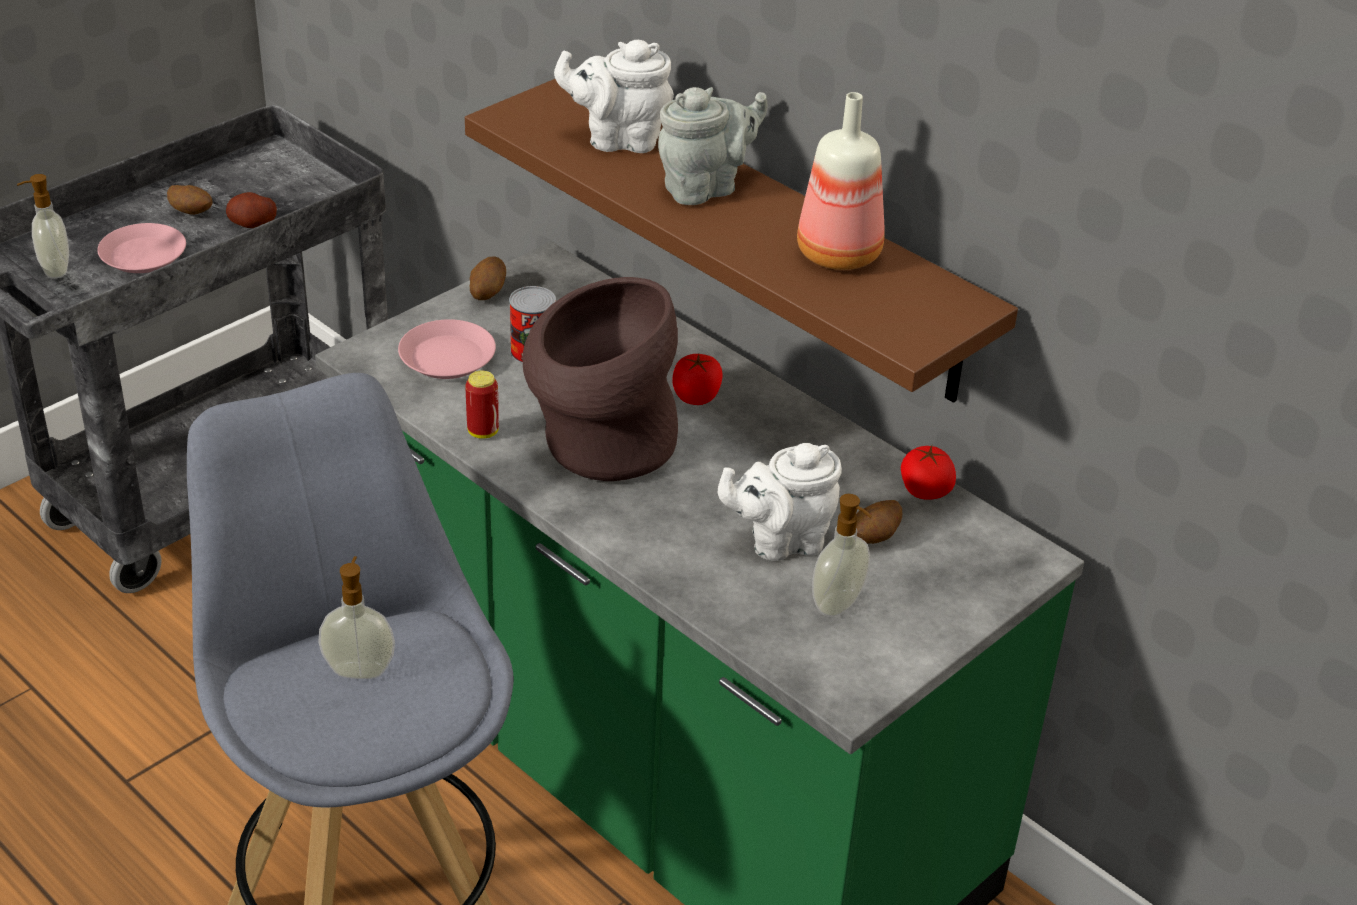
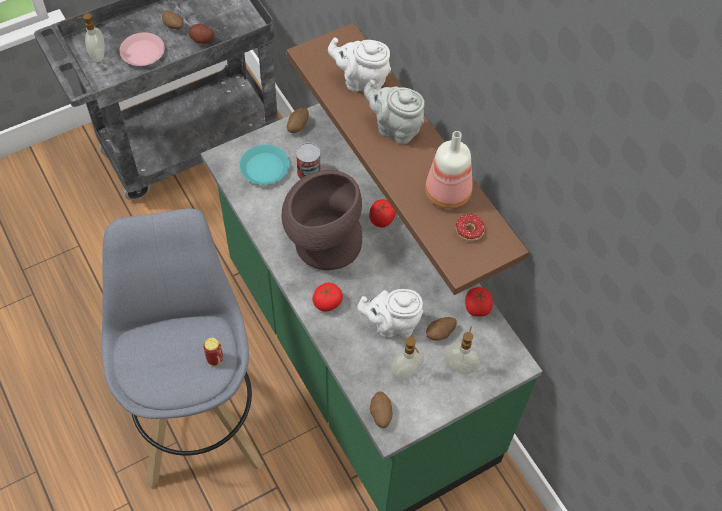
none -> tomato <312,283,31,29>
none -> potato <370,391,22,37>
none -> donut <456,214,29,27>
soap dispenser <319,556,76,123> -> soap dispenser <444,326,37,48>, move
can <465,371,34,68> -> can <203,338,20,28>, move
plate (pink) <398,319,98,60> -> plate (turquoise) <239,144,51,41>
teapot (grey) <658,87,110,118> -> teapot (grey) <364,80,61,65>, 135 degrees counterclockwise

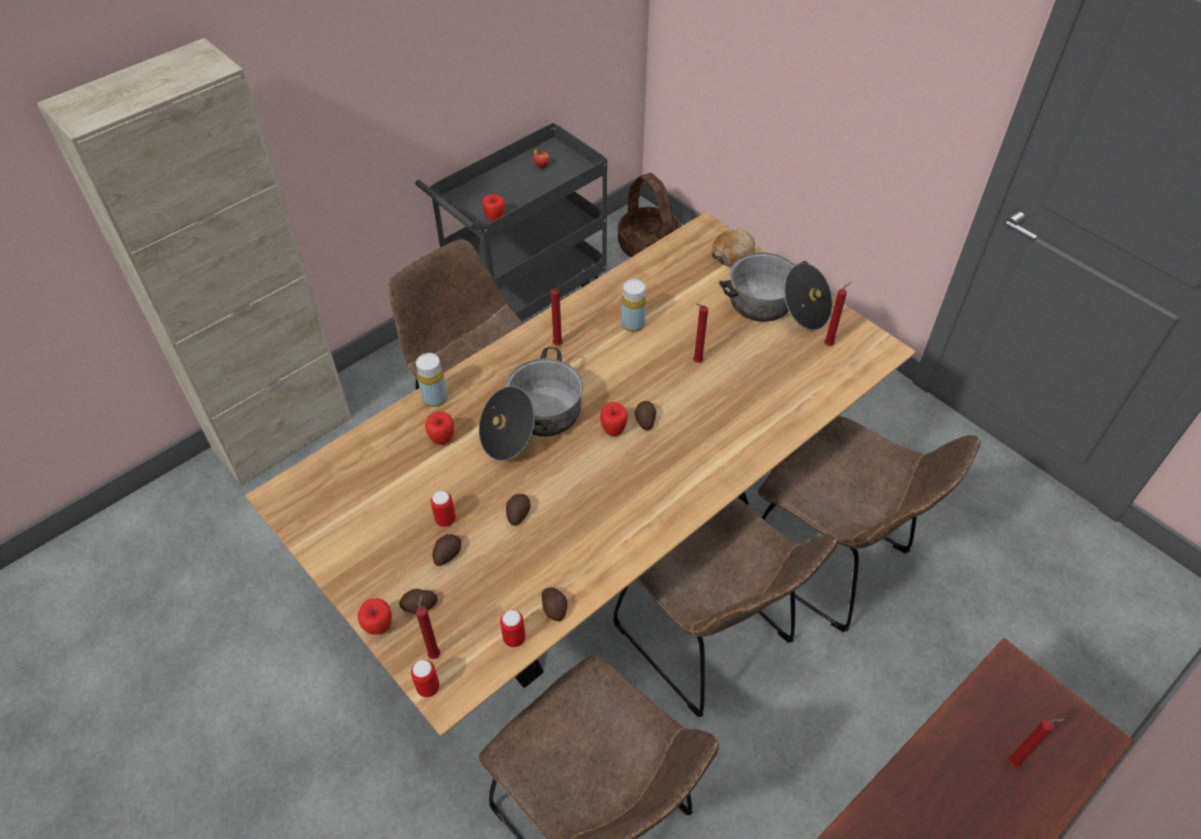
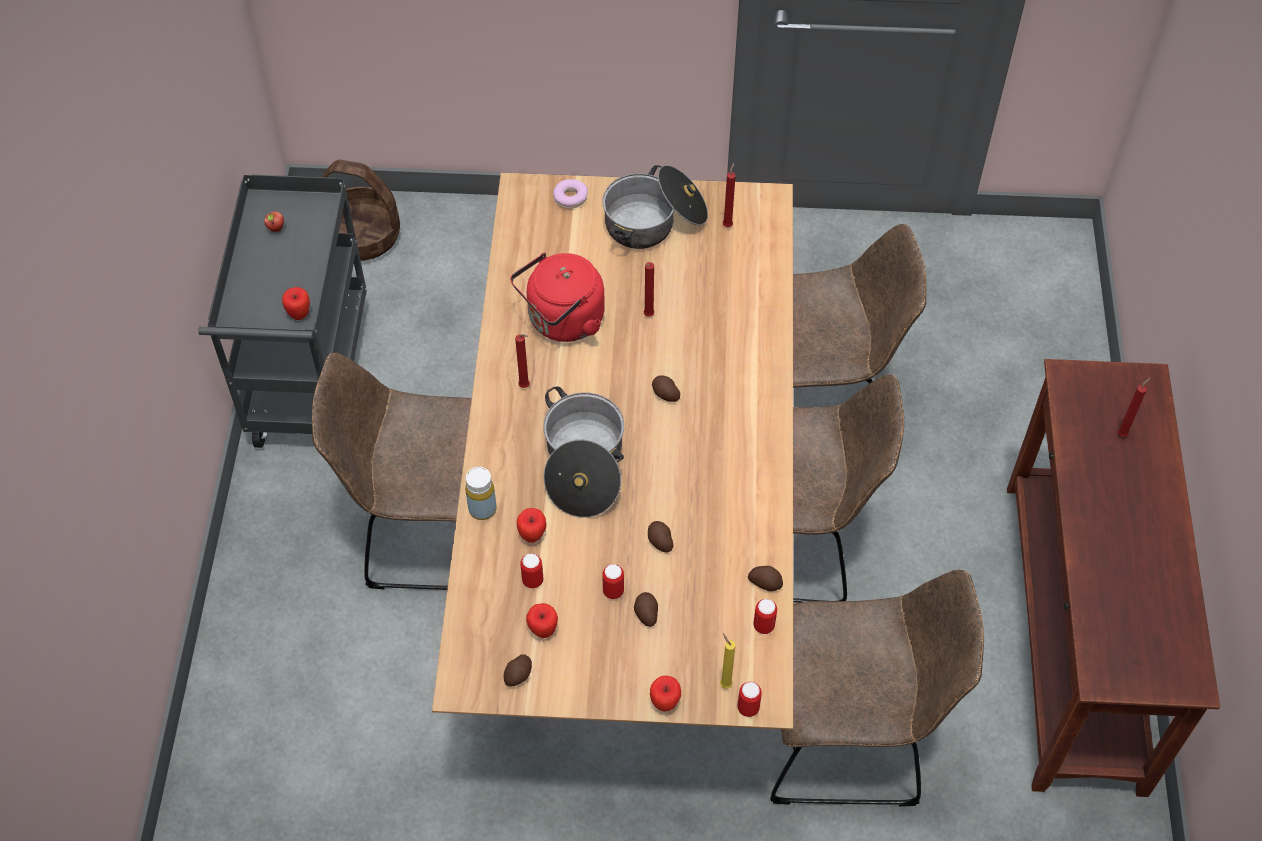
cabinet (beige) <37,38,315,448> -> none
none -> can <520,554,23,34>
potato <399,589,39,25> -> potato <504,654,28,33>, move
apple <600,402,28,35> -> apple <526,603,32,35>, move
bottle (yellow) <621,279,25,53> -> kettle (red) <510,253,95,89>
bread <712,229,43,38> -> donut <553,179,35,30>
candle (red) <416,595,24,64> -> candle (yellow) <720,633,16,56>

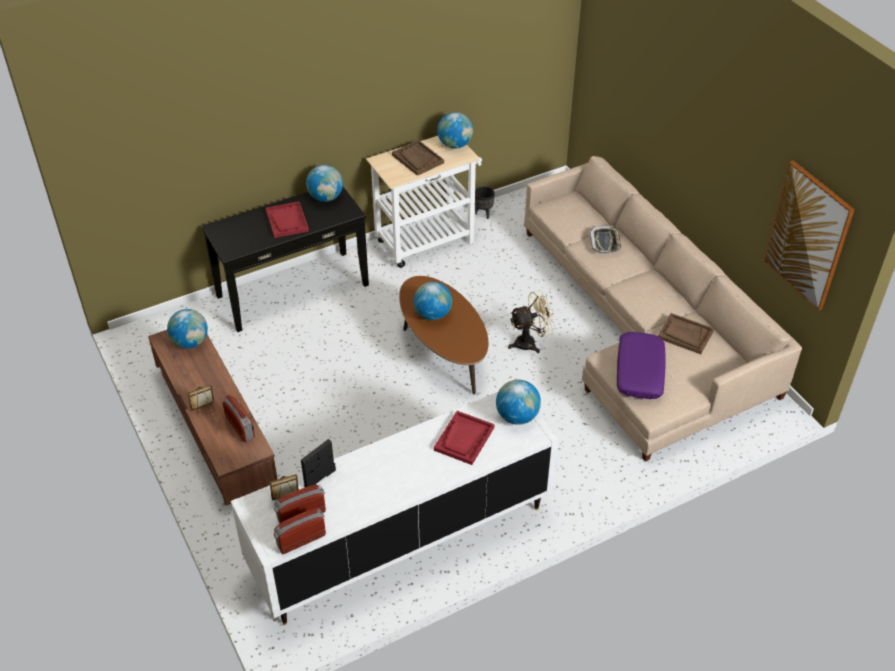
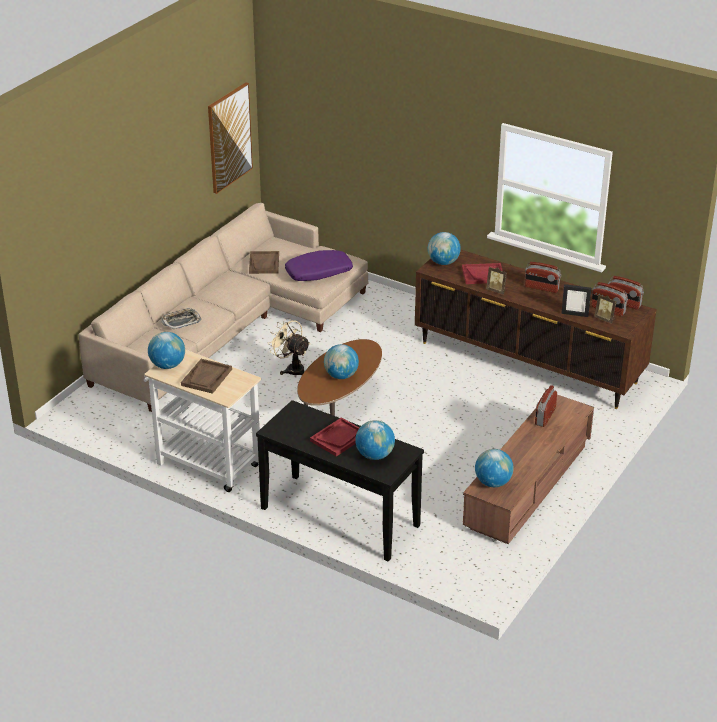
planter (black) <475,186,20,33> -> none
none -> radio <525,262,36,31>
picture frame <188,385,27,32> -> picture frame <486,267,21,28>, move
globe <306,165,37,37> -> globe <355,420,40,40>, move
cabinet (white) <231,392,327,233> -> cabinet (brown) <415,250,242,159>

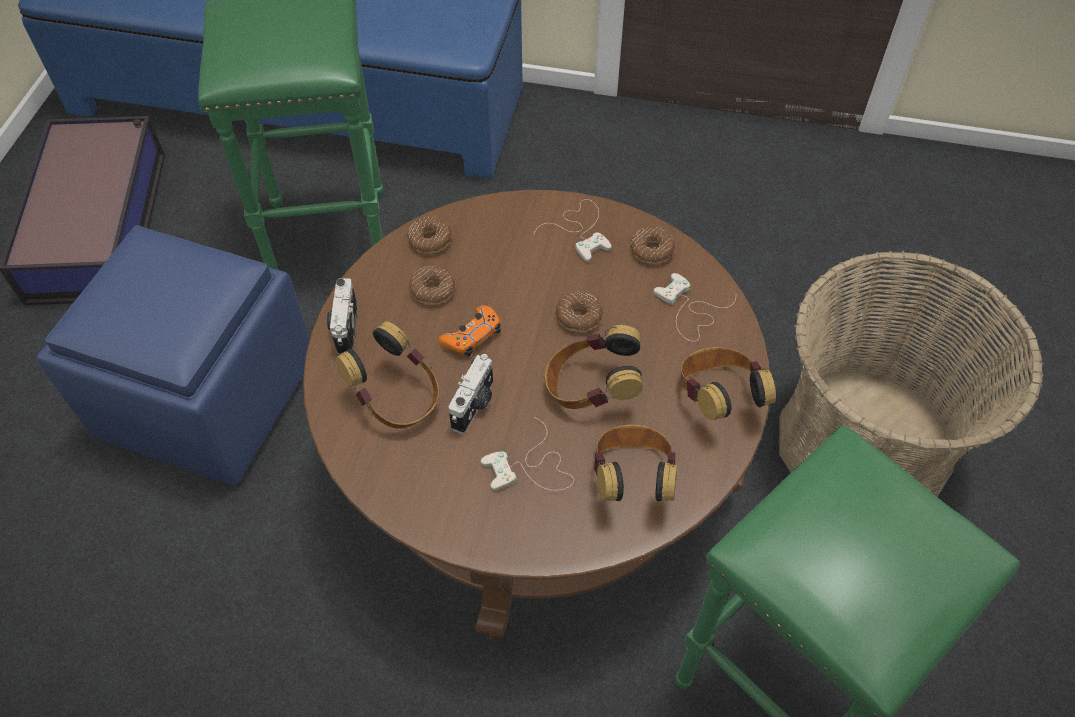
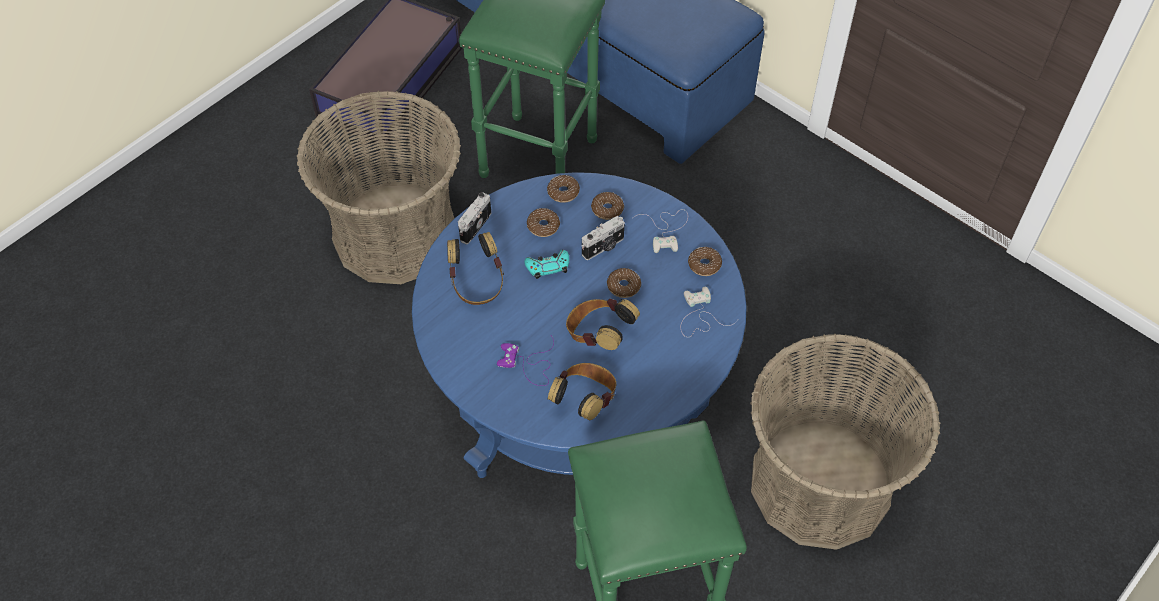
headphones <681,347,95,73> -> none
none -> donut <591,192,33,28>
photo camera <448,354,45,80> -> photo camera <582,216,43,44>, move
ottoman (blue) <36,225,274,261> -> basket <297,91,164,193>
coffee table (brown) <303,190,467,452> -> coffee table (blue) <412,172,335,306>
game controller (orange) <439,305,62,52> -> game controller (turquoise) <524,250,45,29>
game controller (white) <481,417,93,74> -> game controller (purple) <497,337,57,49>

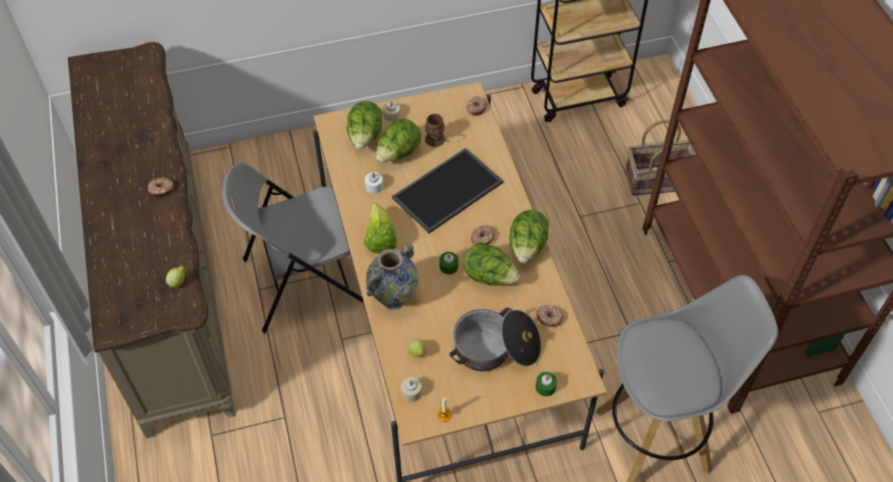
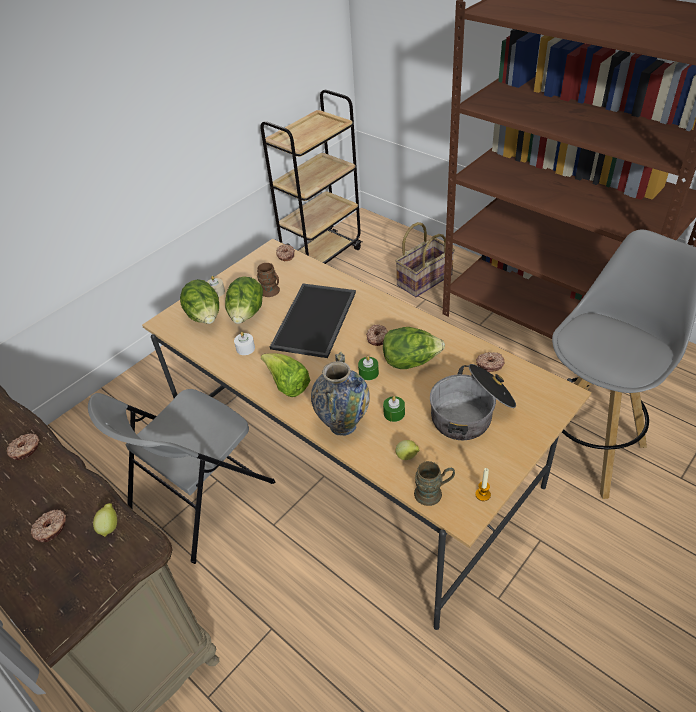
lettuce <509,210,40,53> -> none
none -> donut <31,509,35,33>
candle (green) <536,372,21,24> -> candle (green) <383,396,22,26>, move
candle (beige) <401,377,21,25> -> mug (brown) <414,461,41,45>

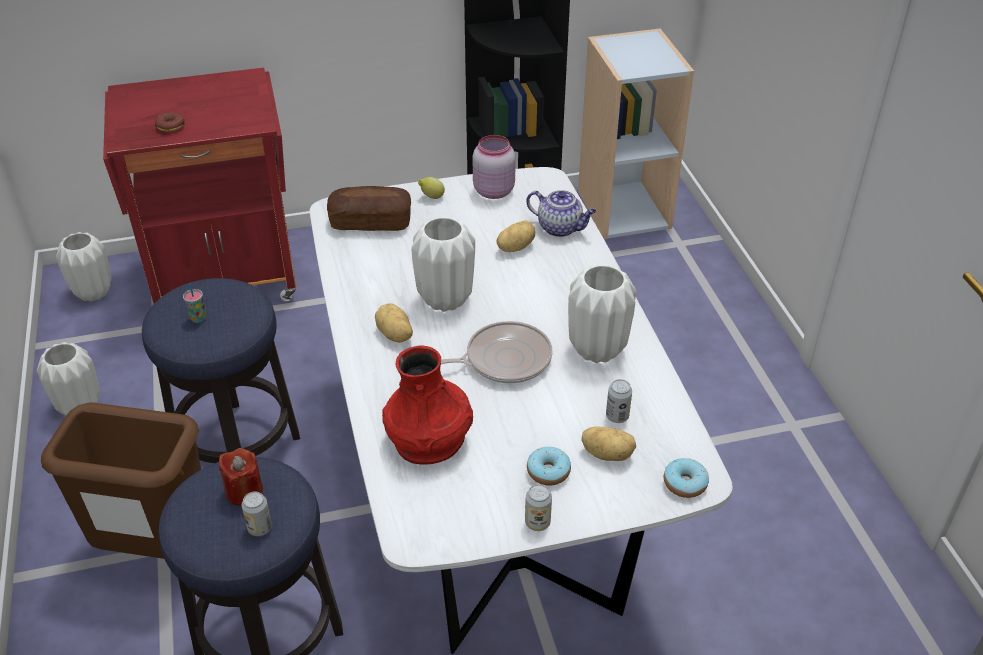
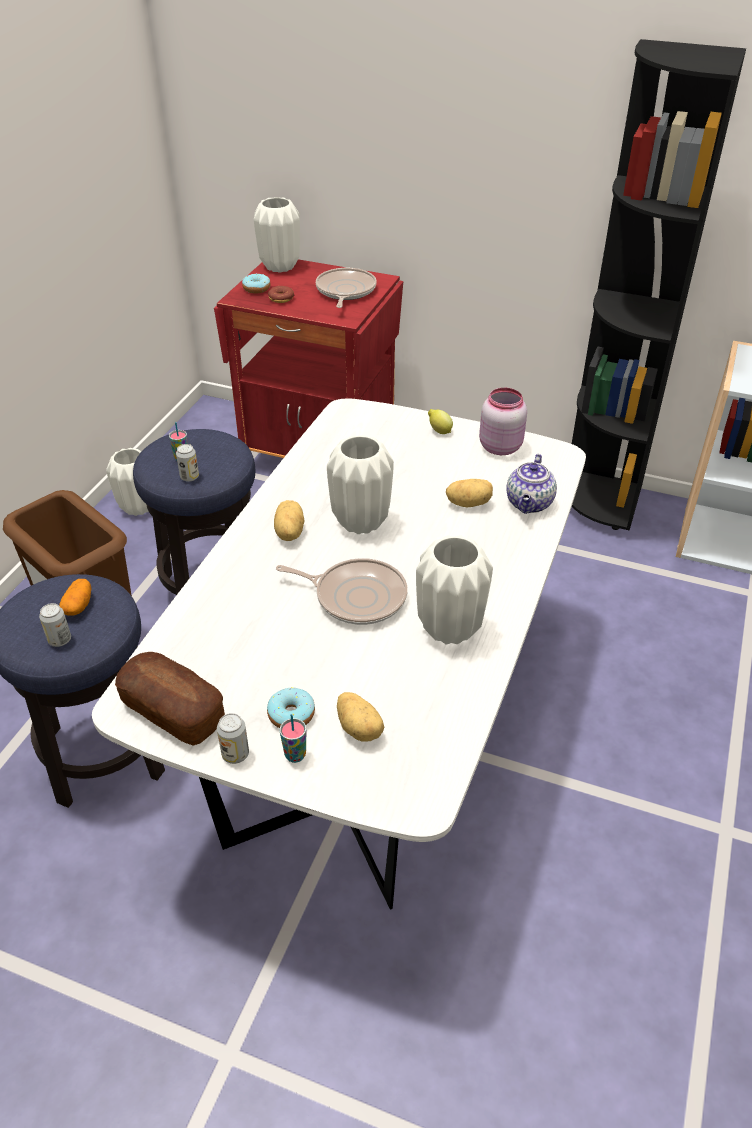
vase (red) <382,346,91,119> -> none
none -> cup <280,714,26,49>
none -> frying pan <316,268,61,40>
vase (white) <56,232,56,70> -> vase (white) <254,197,46,76>, move
bread <327,186,84,45> -> bread <115,652,110,94>, move
can <606,379,26,44> -> can <176,444,23,38>, move
donut <664,458,45,40> -> donut <242,273,29,20>, move
candle (red) <219,448,44,58> -> potato <59,579,32,37>
teapot <526,190,70,47> -> teapot <506,454,51,60>, 45 degrees clockwise

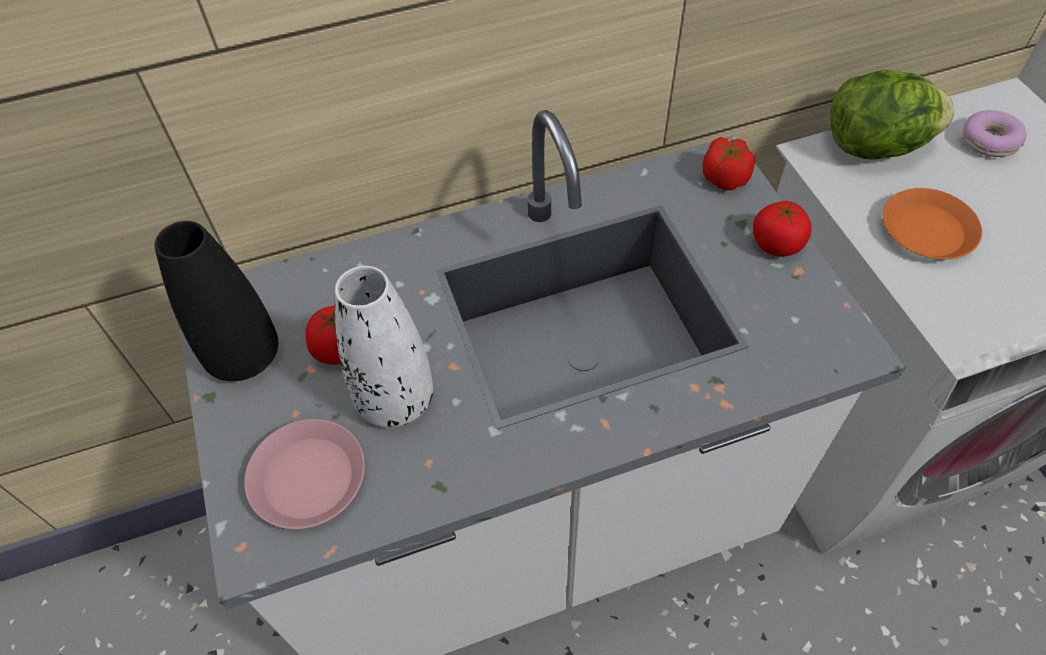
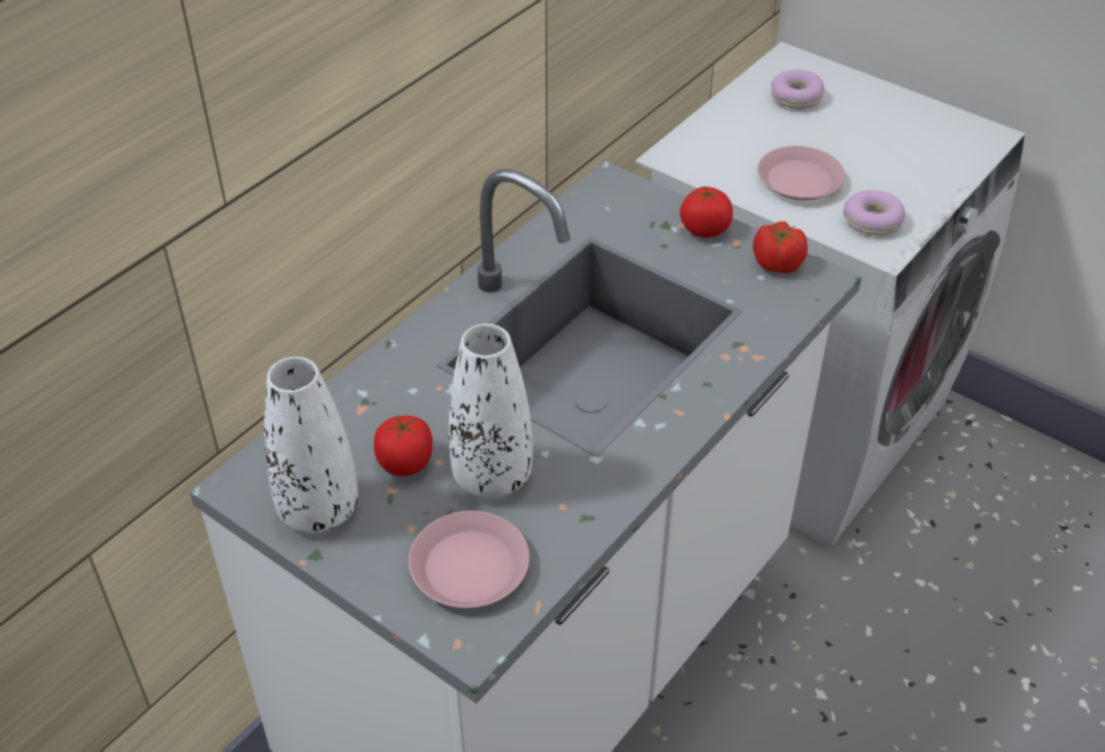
lettuce <830,70,125,90> -> none
none -> donut <843,190,62,45>
tomato <703,137,52,53> -> tomato <753,221,55,52>, move
vase (black) <154,221,124,160> -> vase (white) <264,357,94,176>
plate (orange) <883,188,99,71> -> plate (pink) <757,146,88,55>

